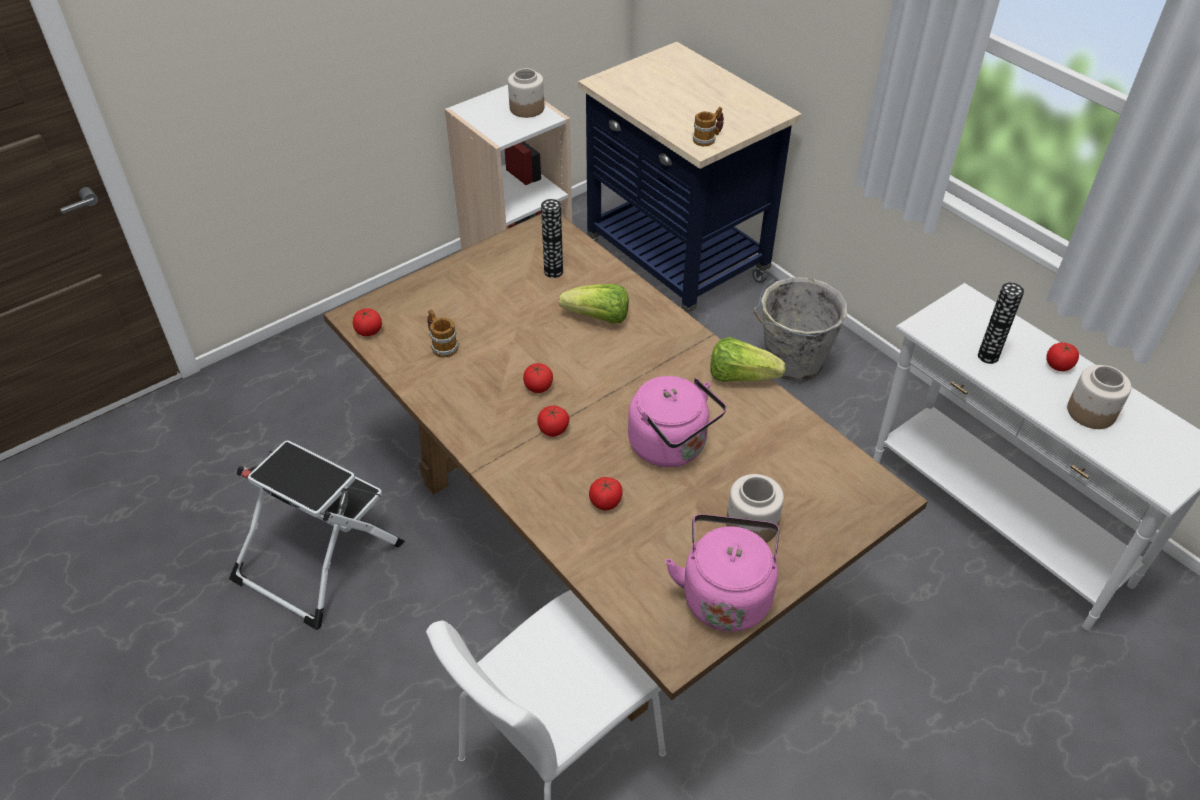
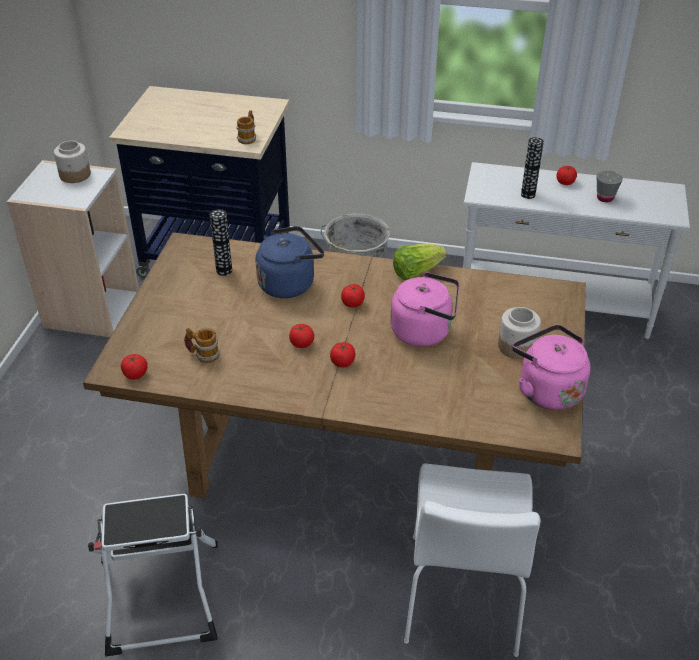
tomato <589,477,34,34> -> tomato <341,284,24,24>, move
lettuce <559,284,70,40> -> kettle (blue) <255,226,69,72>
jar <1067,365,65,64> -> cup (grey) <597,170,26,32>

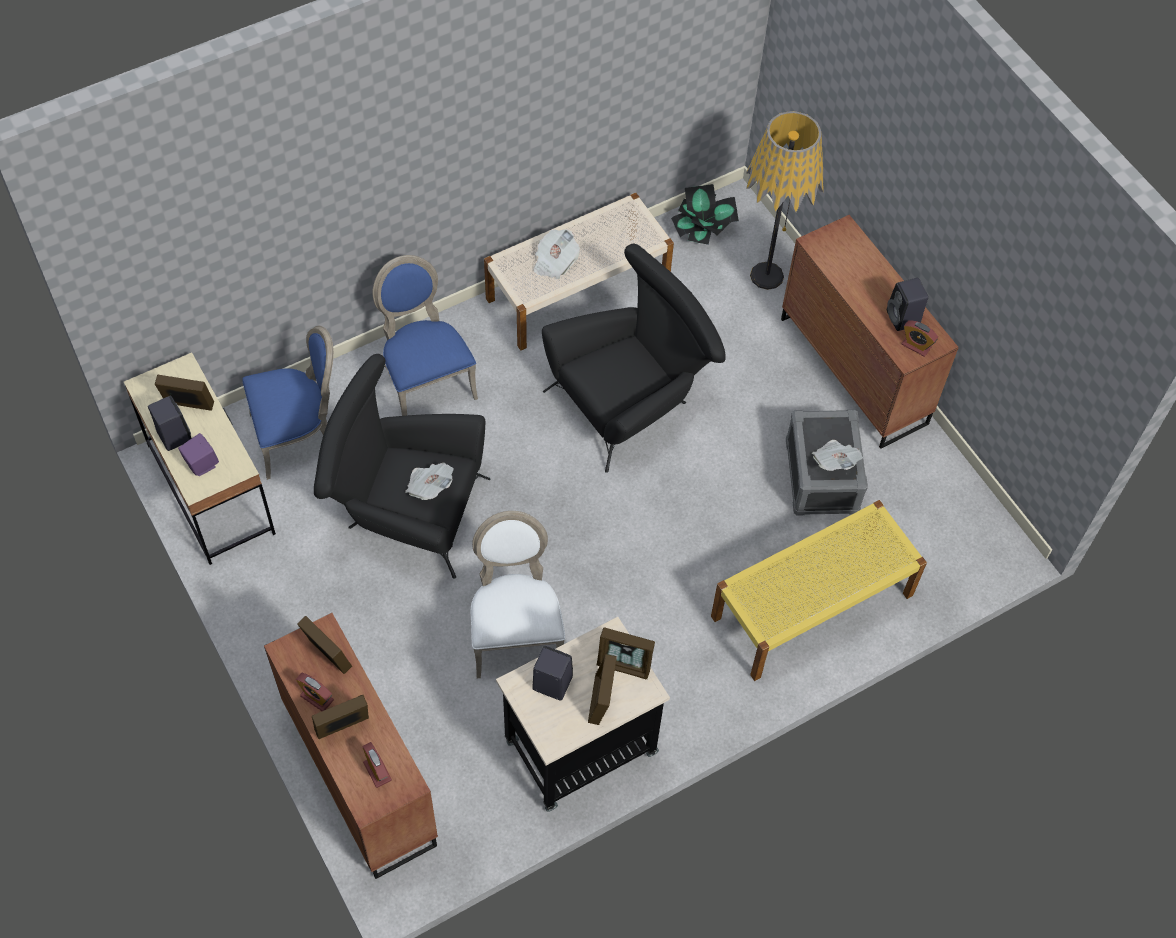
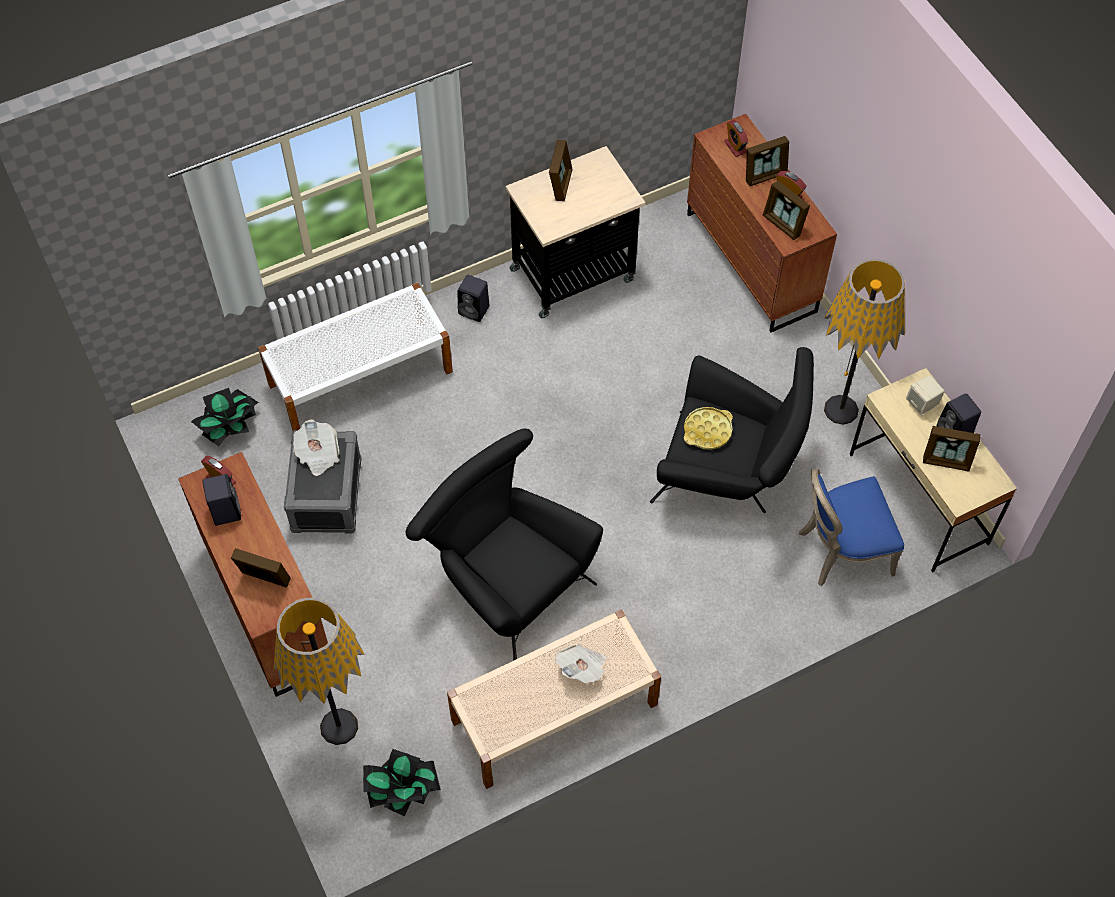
chair (blue) <372,255,106,161> -> none
chair (white) <471,511,94,167> -> none
none -> potted plant <191,388,68,58>
none -> floor lamp <824,259,81,166>
speaker (black) <532,646,41,55> -> speaker (black) <458,275,32,47>, move
picture frame <597,627,58,53> -> picture frame <231,548,60,40>, move
newspaper <405,463,49,37> -> tray (yellow) <684,407,49,43>
speaker (purple) <178,433,41,43> -> speaker (beige) <906,375,39,41>
bench (yellow) <711,500,216,181> -> bench (white) <258,282,195,149>
armchair (black) <542,244,184,229> -> armchair (black) <406,428,197,233>, 75 degrees clockwise

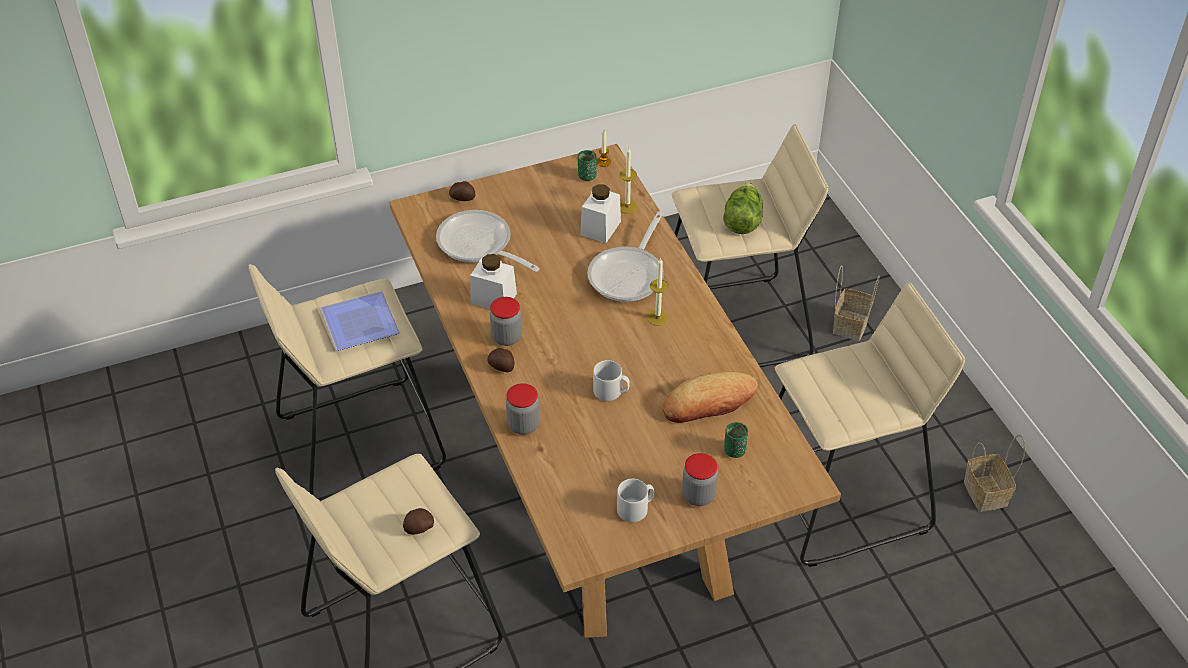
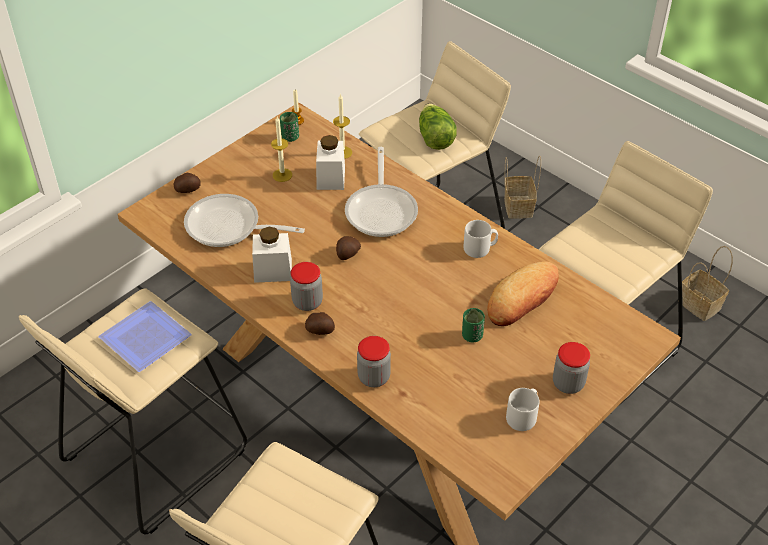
potato <403,508,31,27> -> potato <336,236,25,24>, move
mug (grey) <593,360,37,41> -> mug (grey) <463,220,35,38>, move
candle <647,258,22,68> -> candle <271,117,21,65>, move
cup (green) <724,422,24,36> -> cup (green) <462,308,23,34>, move

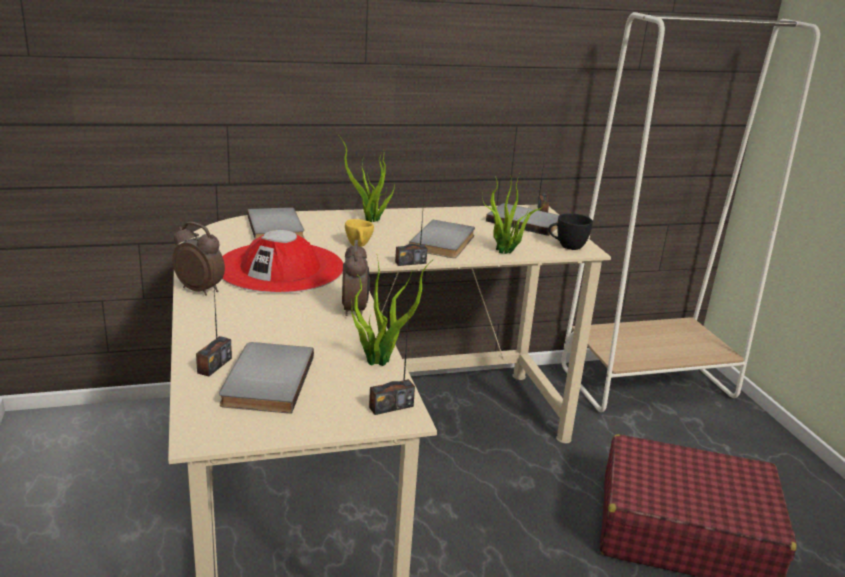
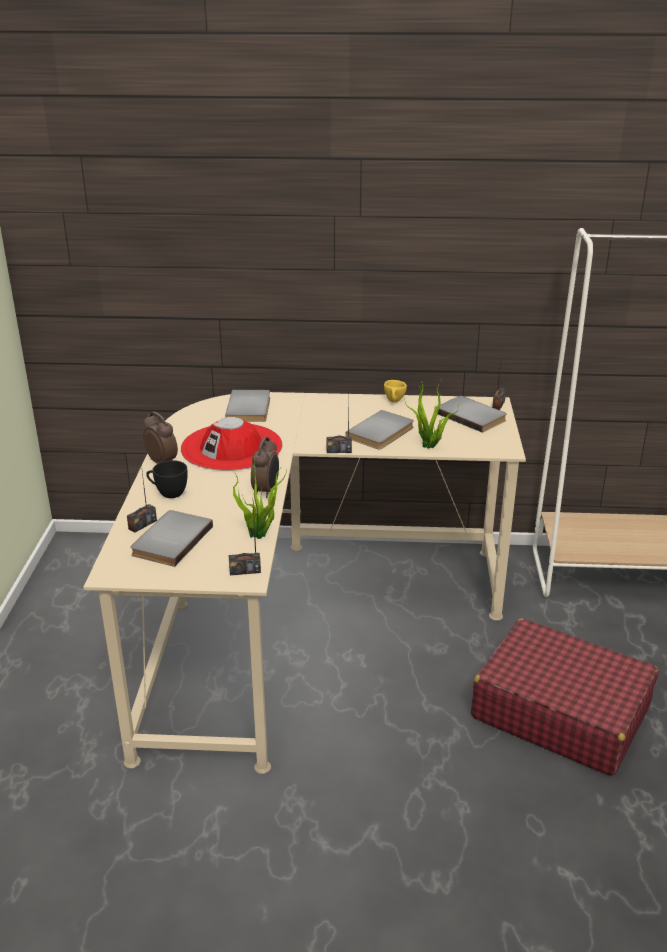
potted plant <339,136,57,86> -> none
cup (yellow) <345,219,29,28> -> cup (yellow) <384,380,23,23>, move
cup (black) <549,213,44,37> -> cup (black) <146,460,41,38>, move

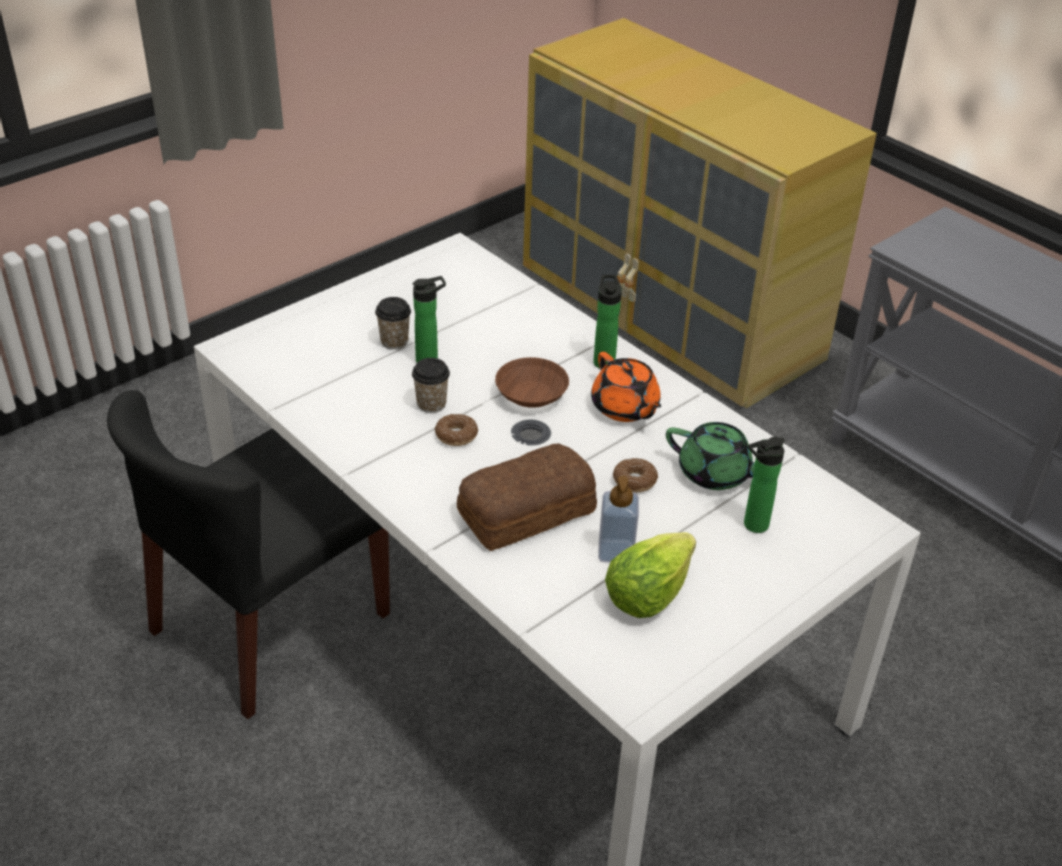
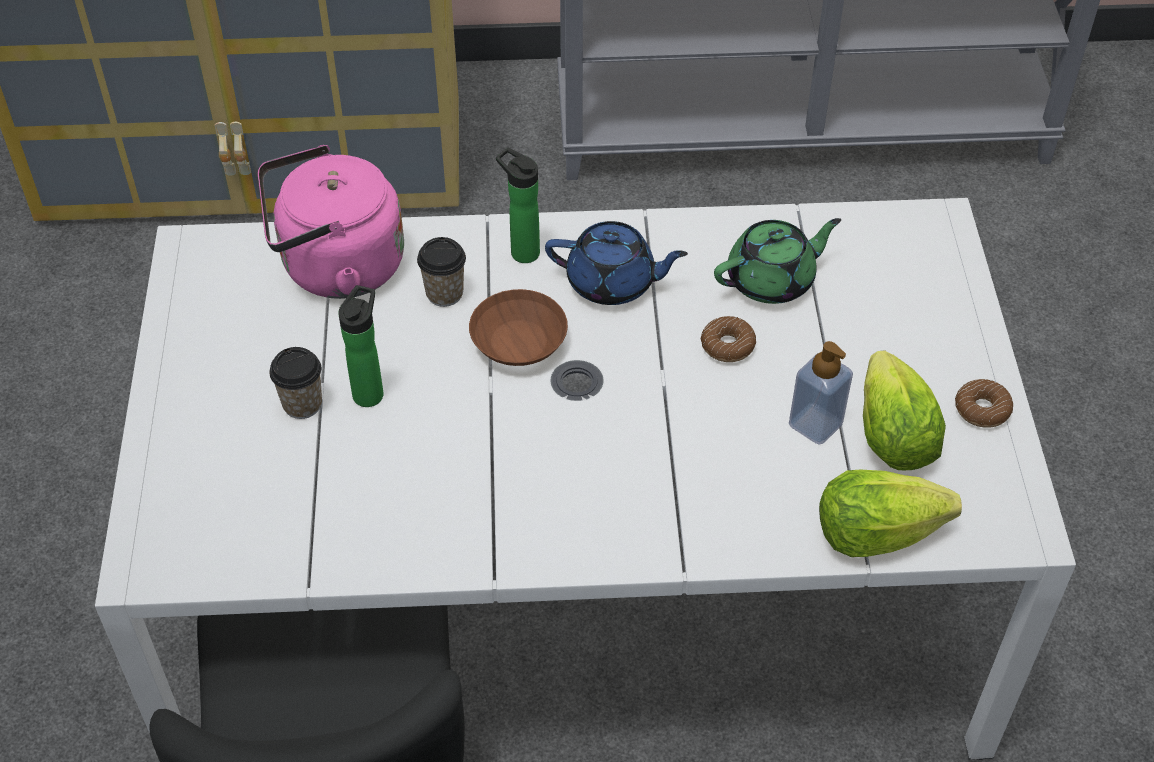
bread <457,444,140,107> -> none
bottle <744,437,41,96> -> none
none -> kettle (pink) <258,145,146,154>
none -> lettuce <819,470,143,87>
cup <412,358,38,55> -> cup <417,237,49,70>, move
donut <435,414,43,32> -> donut <955,379,58,49>, move
teapot (orange) <591,352,70,70> -> teapot (blue) <545,221,143,84>

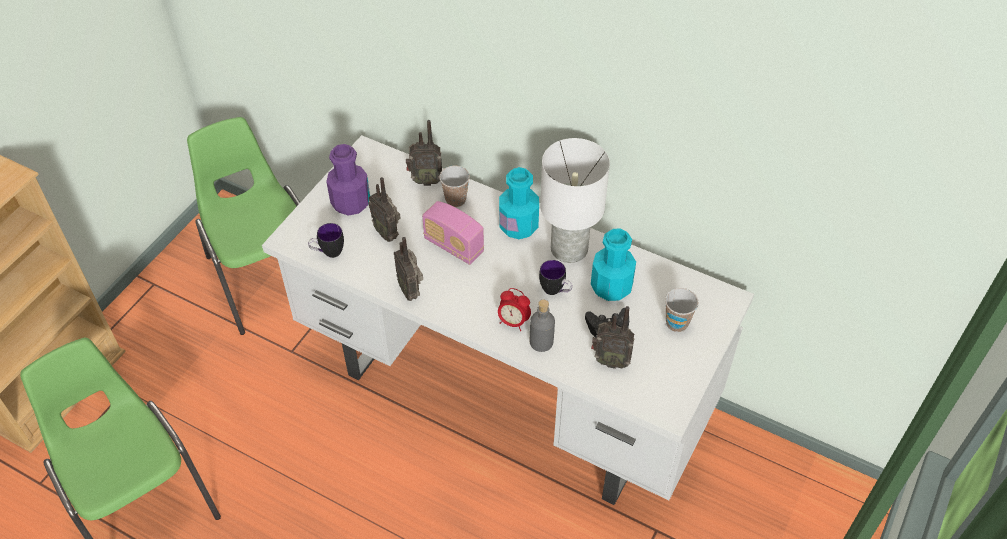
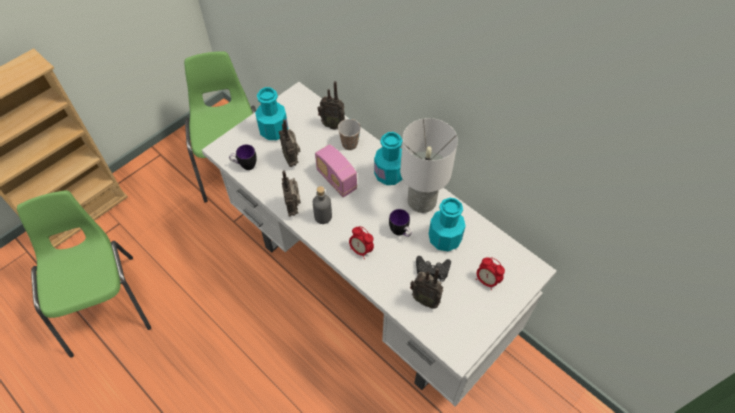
bottle (grey) <530,300,25,52> -> bottle (grey) <313,186,19,38>, move
cup <665,288,34,44> -> alarm clock <476,257,29,33>
bottle (purple) <326,144,44,72> -> bottle (turquoise) <255,87,33,53>

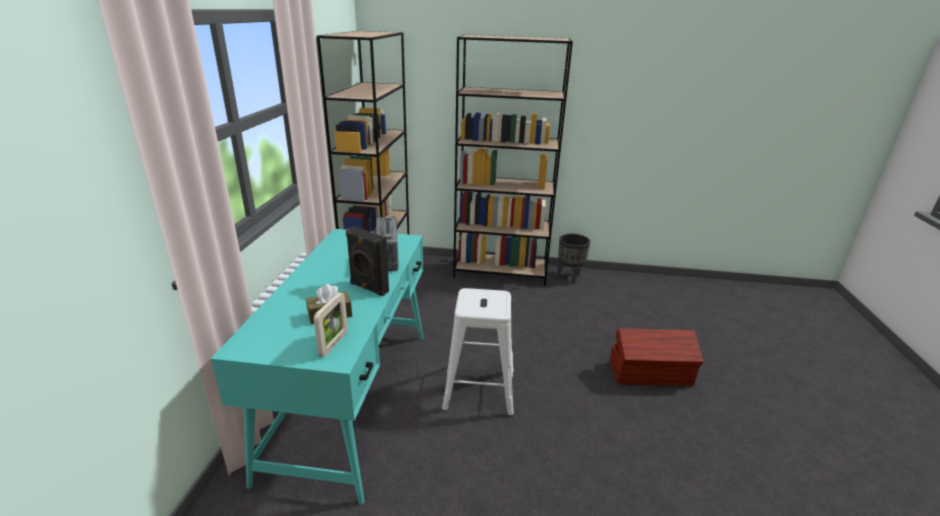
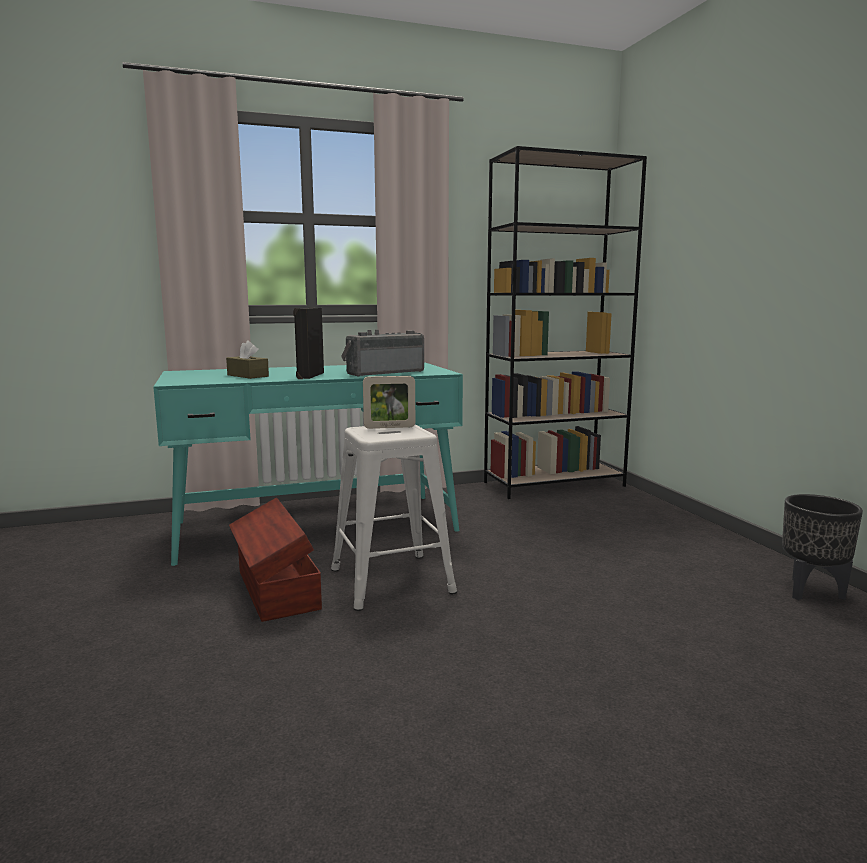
bookcase (beige) <453,35,120,251> -> none
picture frame <314,292,34,65> -> picture frame <363,376,52,53>, move
storage box (brown) <610,328,94,58> -> storage box (brown) <229,498,93,124>, move

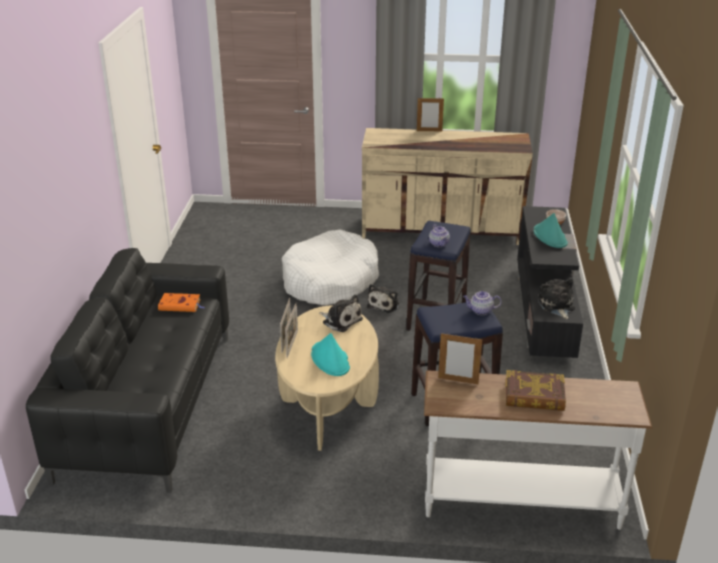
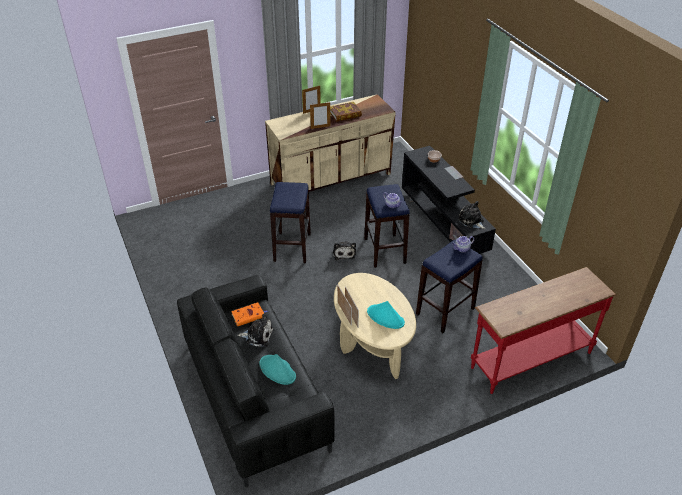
plush toy <319,295,44,37> -> plush toy <237,313,37,34>, move
picture frame <438,333,44,51> -> picture frame <310,102,21,27>, move
book <506,370,60,41> -> book <330,102,32,20>, move
hat (turquoise) <533,213,35,35> -> hat (turquoise) <259,354,37,31>, move
dog bed (white) <282,229,97,76> -> stool <270,182,41,81>
console table (white) <424,370,228,160> -> console table (red) <471,267,145,127>

